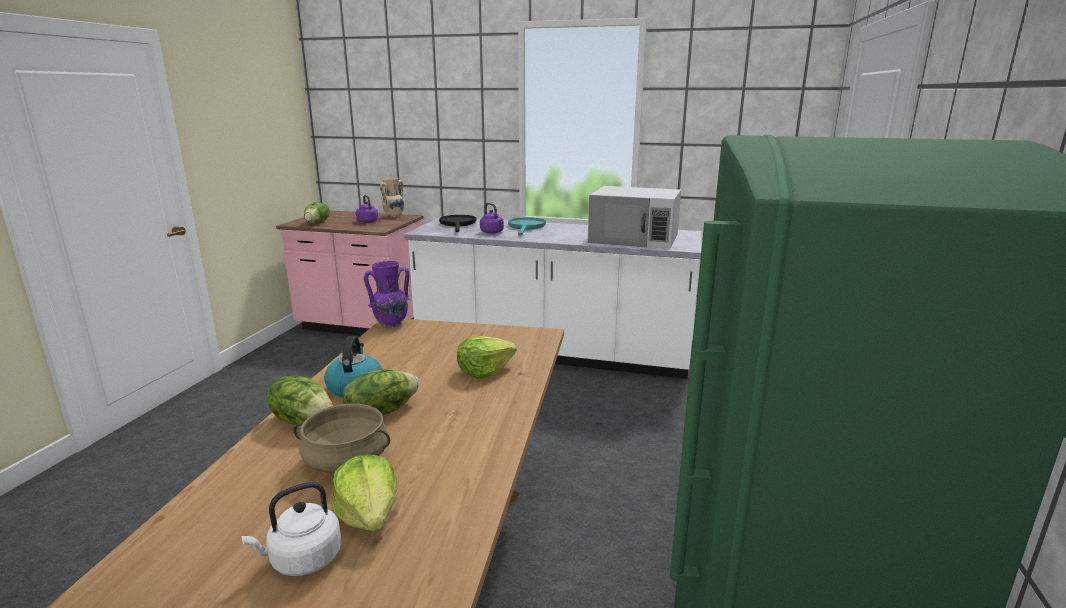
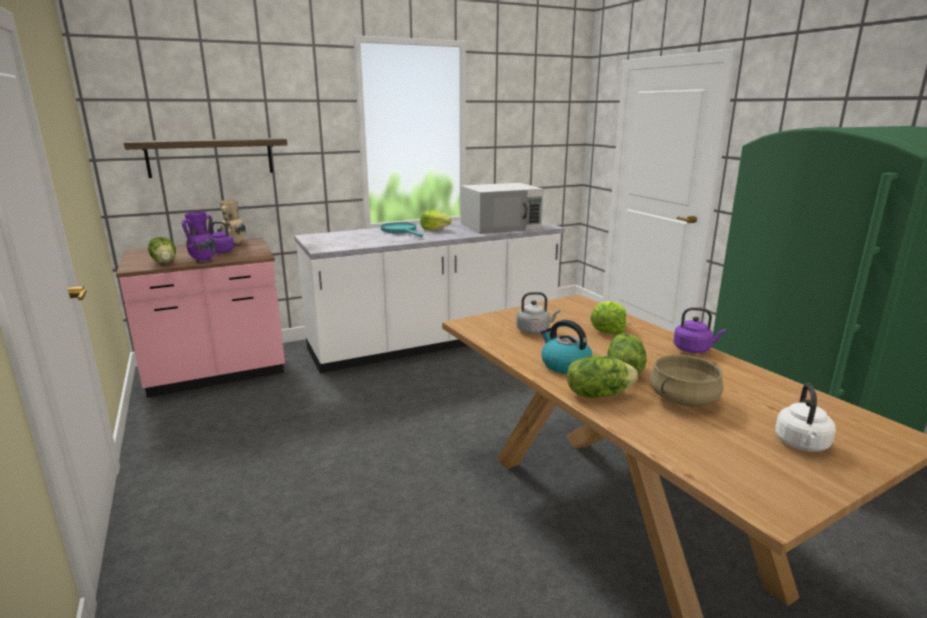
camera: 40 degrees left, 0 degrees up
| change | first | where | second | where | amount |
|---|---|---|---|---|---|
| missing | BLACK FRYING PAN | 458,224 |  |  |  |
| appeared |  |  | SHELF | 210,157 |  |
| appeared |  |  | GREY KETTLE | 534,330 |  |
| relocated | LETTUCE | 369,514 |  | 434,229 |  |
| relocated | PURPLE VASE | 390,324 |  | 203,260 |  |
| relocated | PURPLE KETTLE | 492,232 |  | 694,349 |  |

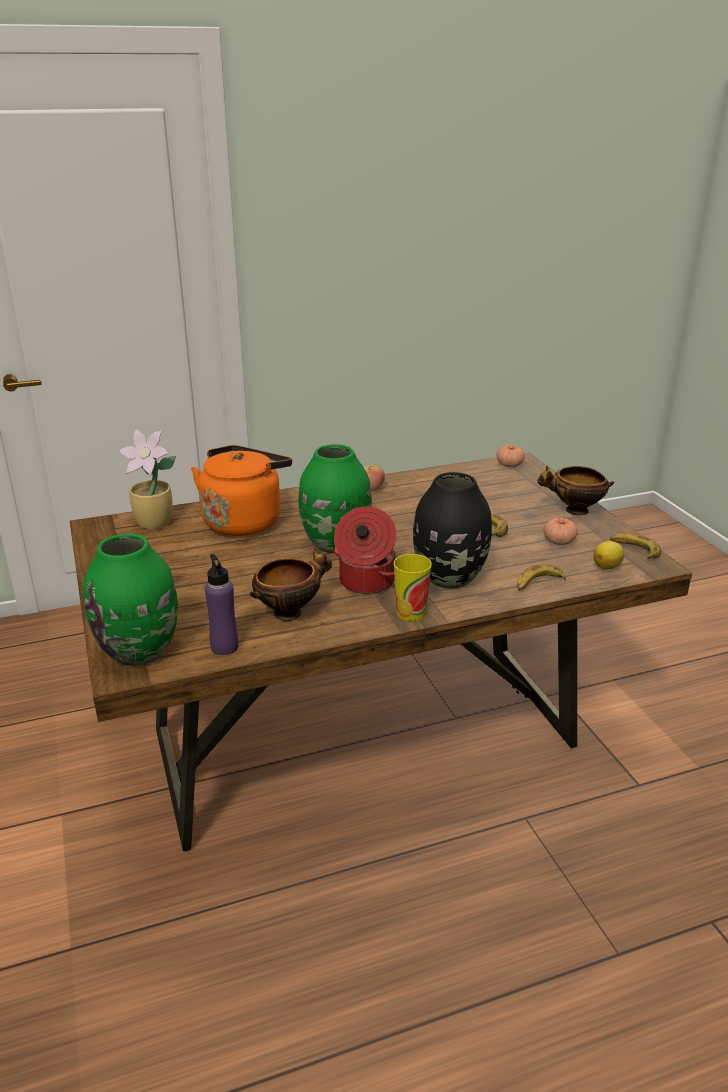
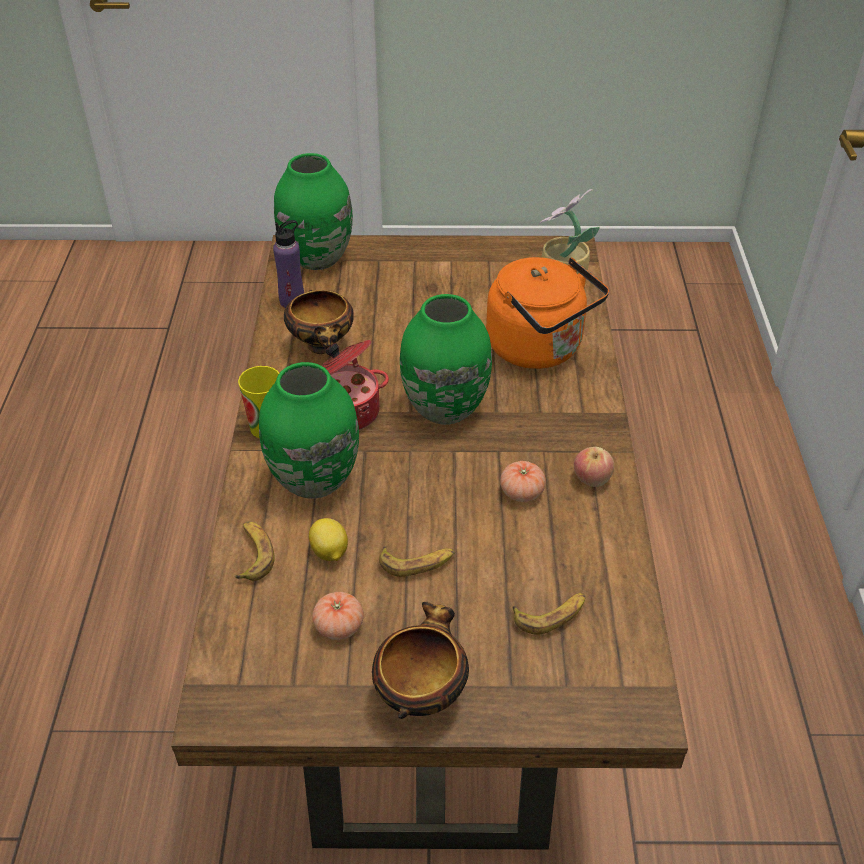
camera: 110 degrees right, 15 degrees up
| change | first | where | second | where | amount |
|---|---|---|---|---|---|
| relocated | TOMATO | 509,465 |  | 521,492 |  |
| relocated | LEMON | 607,566 |  | 329,552 |  |
| relocated | BANANA | 634,550 |  | 550,615 |  |
| colour | BLACK VASE | 450,578 | GREEN VASE | 313,480 |  |

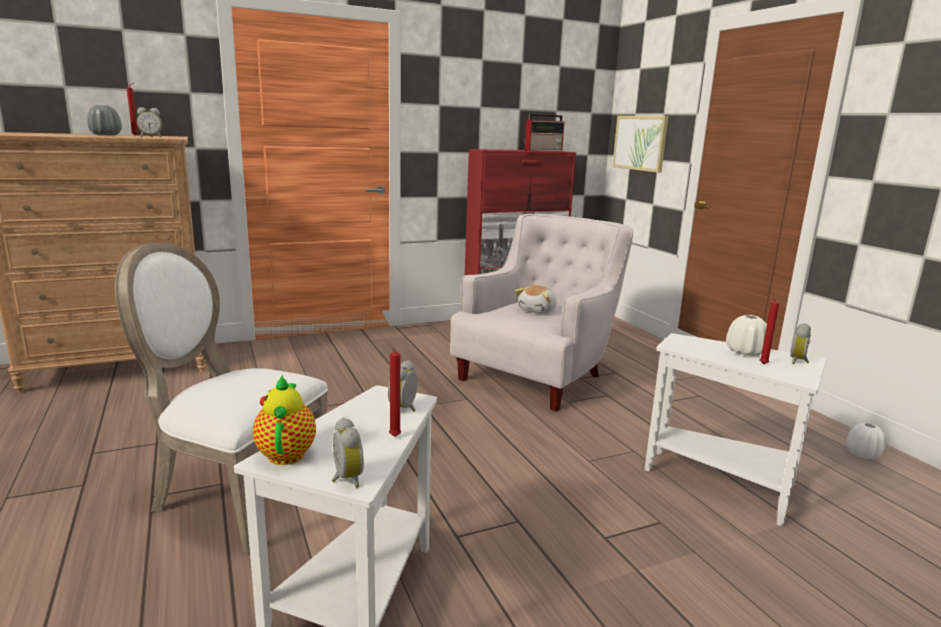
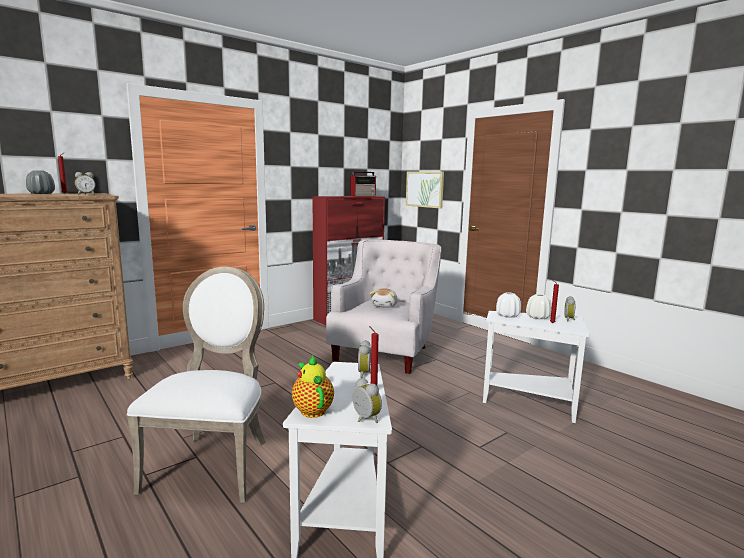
camera: 15 degrees left, 5 degrees down
| change | first | where | second | where | amount |
|---|---|---|---|---|---|
| relocated | WHITE VASE | 863,454 |  | 507,316 |  |
| spun | WHITE CHAIR | 236,495 |  | 213,463 | 90 degrees clockwise |

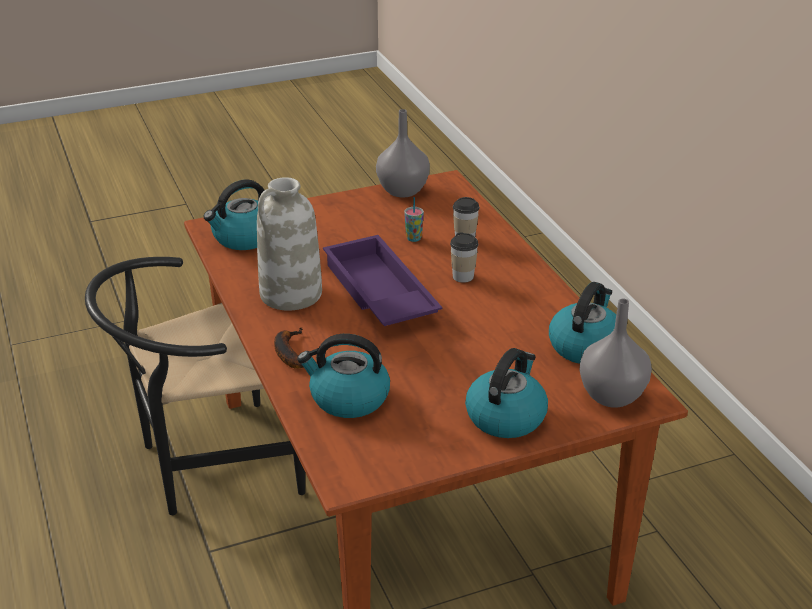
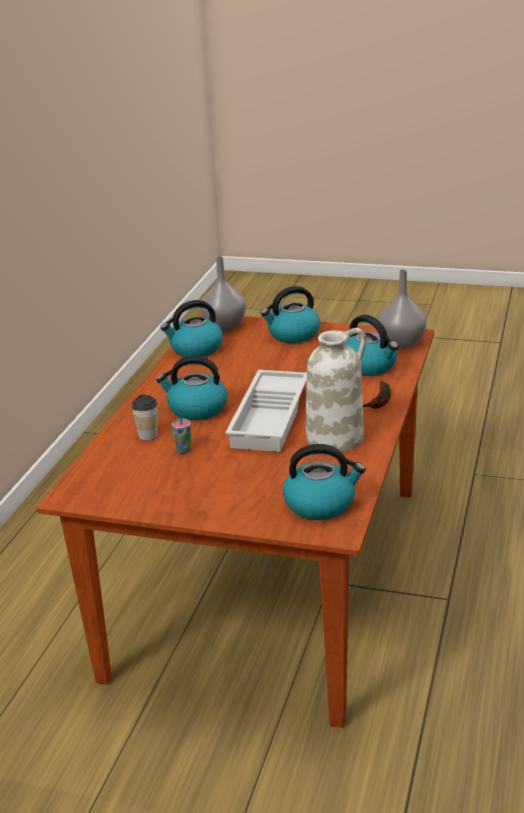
camera: 140 degrees left, 5 degrees down
| change | first | where | second | where | amount |
|---|---|---|---|---|---|
| missing | BLACK CHAIR | 207,465 |  |  |  |
| relocated | GREY VASE | 402,191 |  | 403,343 |  |
| exchanged | CUP | 463,276 | KETTLE | 196,409 |  |
| colour | PURPLE TRAY | 377,293 | WHITE TRAY | 271,418 |  |

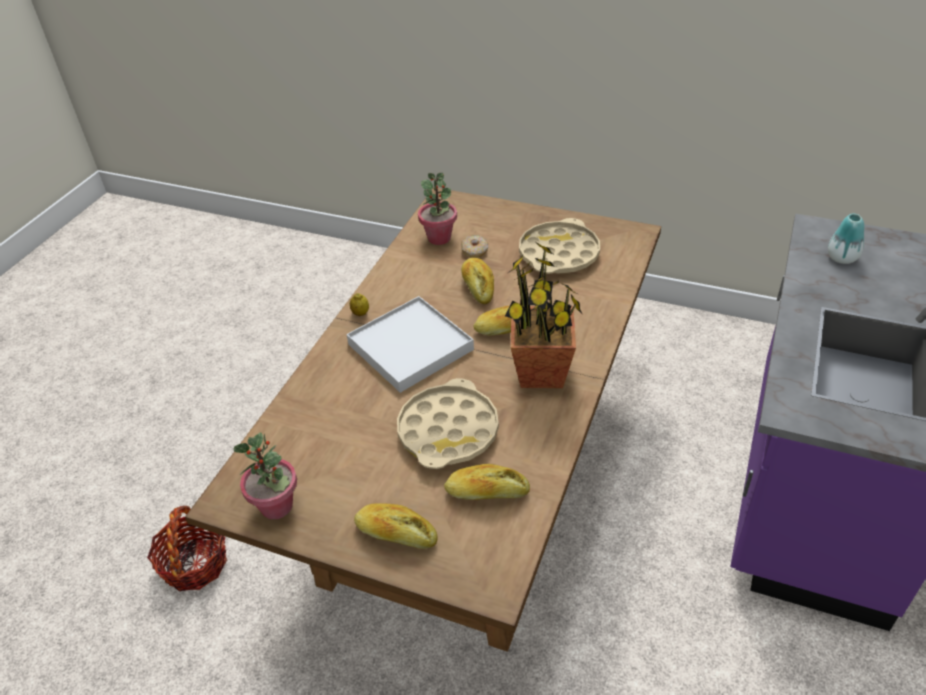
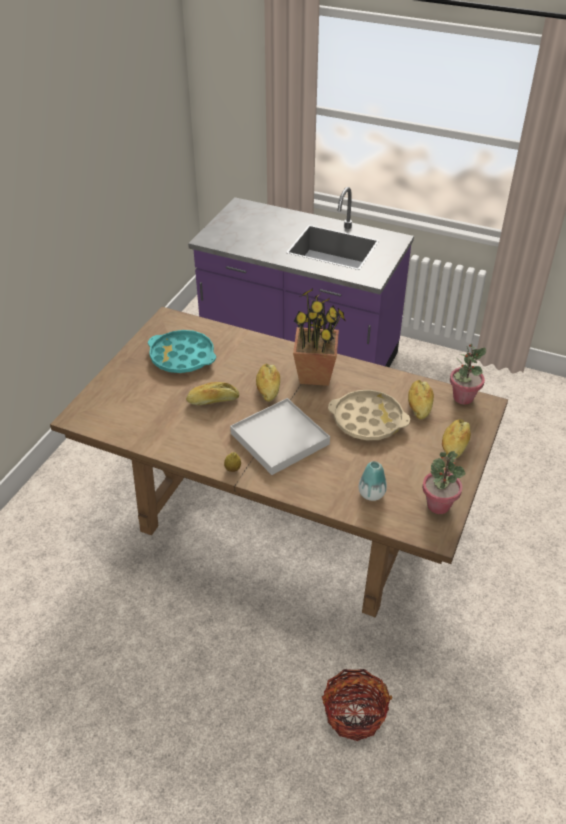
camera: 90 degrees left, 0 degrees up
| change | first | where | second | where | amount |
|---|---|---|---|---|---|
| missing | DONUT | 475,251 |  |  |  |
| relocated | POTTED PLANT | 439,238 |  | 463,397 |  |
| relocated | VASE | 842,258 |  | 371,494 |  |
| colour | BEIGE TRAY | 558,254 | TURQUOISE TRAY | 182,357 |  |

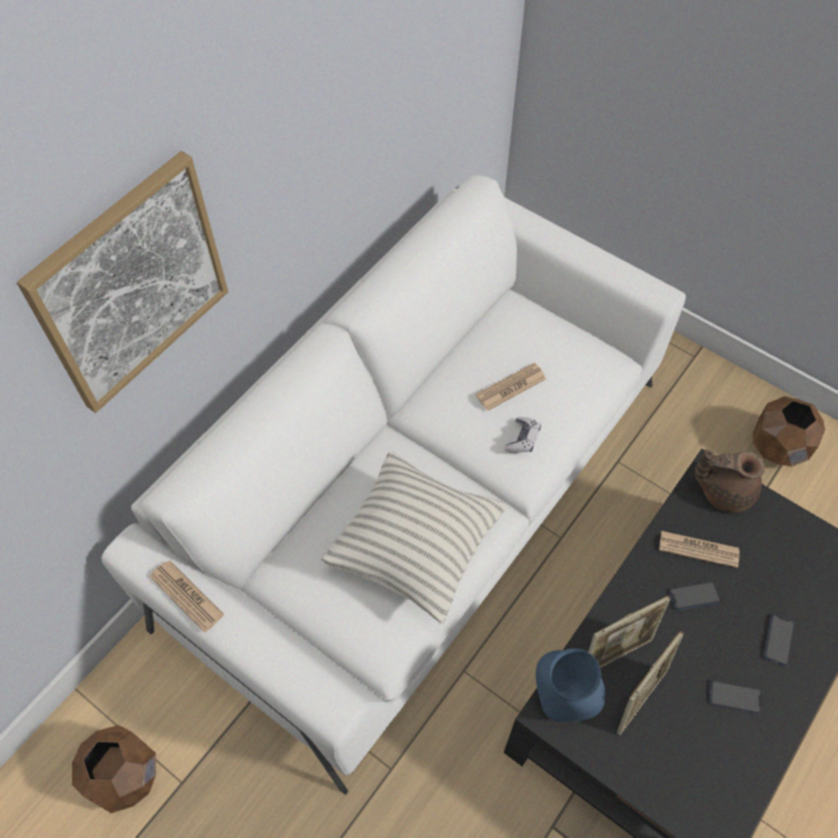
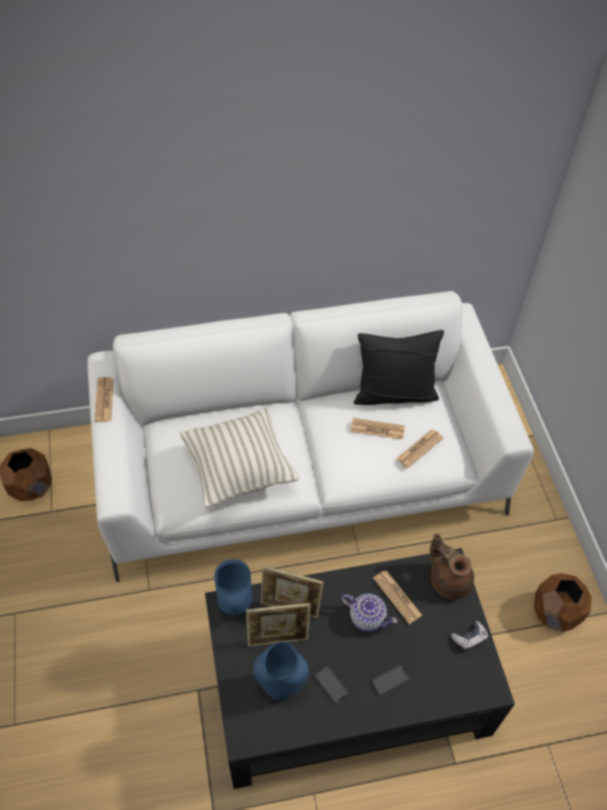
camera: 40 degrees right, 5 degrees down
| change | first | where | second | where | amount |
|---|---|---|---|---|---|
| missing | PICTURE | 131,284 |  |  |  |
| appeared |  |  | BLUE VASE | 281,685 |  |
| appeared |  |  | BLACK PILLOW | 394,393 |  |
| appeared |  |  | NEWSPAPER | 419,448 |  |
| relocated | GAME CONTROLLER | 522,439 |  | 469,638 |  |
| exchanged | PHONE | 694,596 | TEAPOT | 367,617 |  |

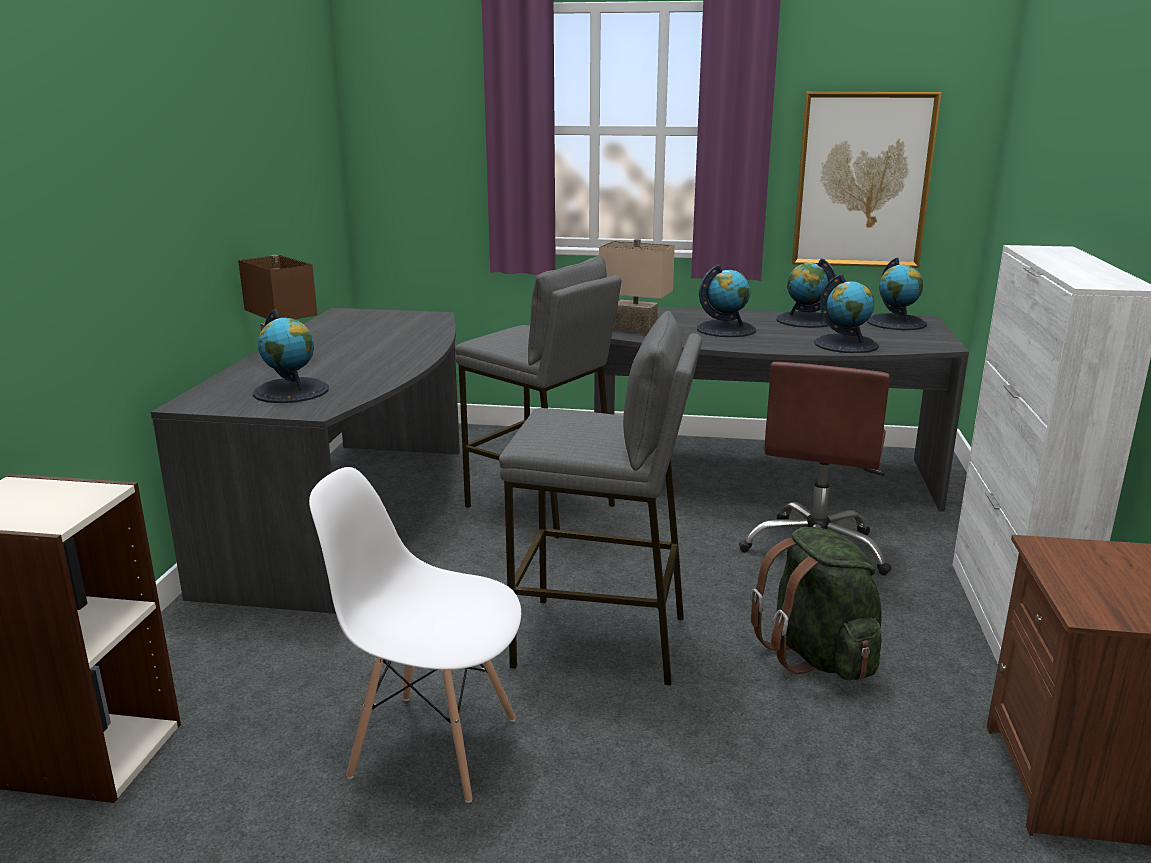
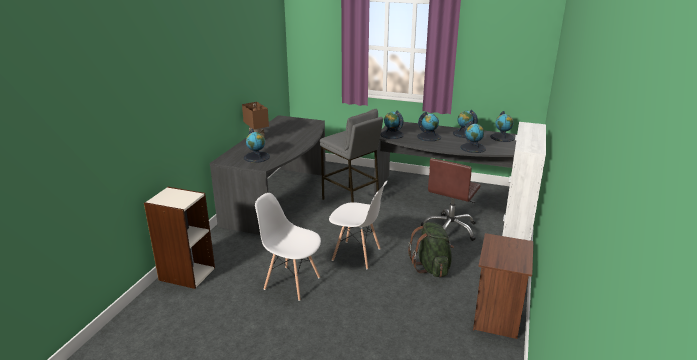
camera: 10 degrees right, 5 degrees up
| change | first | where | second | where | amount |
|---|---|---|---|---|---|
| missing | PICTURE | 862,180 |  |  |  |
| exchanged | GREY STOOL | 601,641 | WHITE CHAIR | 357,255 |  |
| exchanged | BEIGE TABLE LAMP | 633,330 | GLOBE | 391,134 |  |

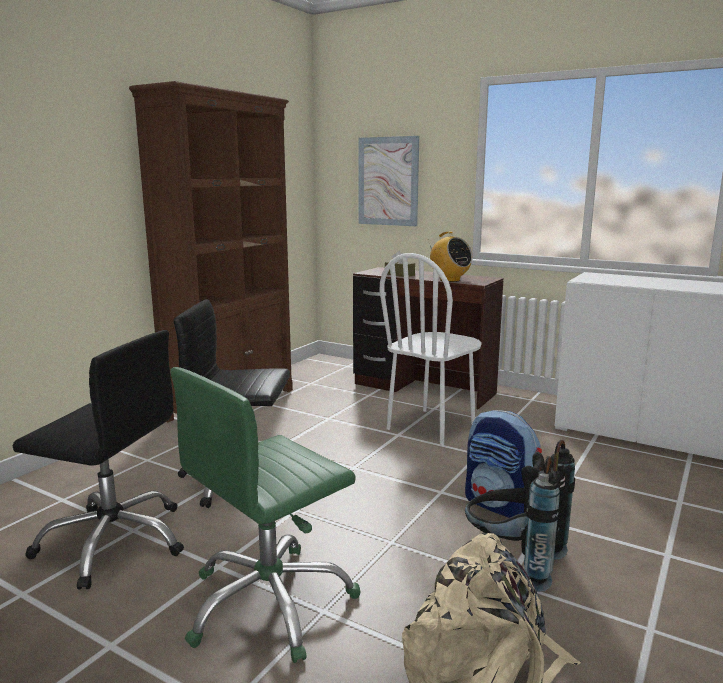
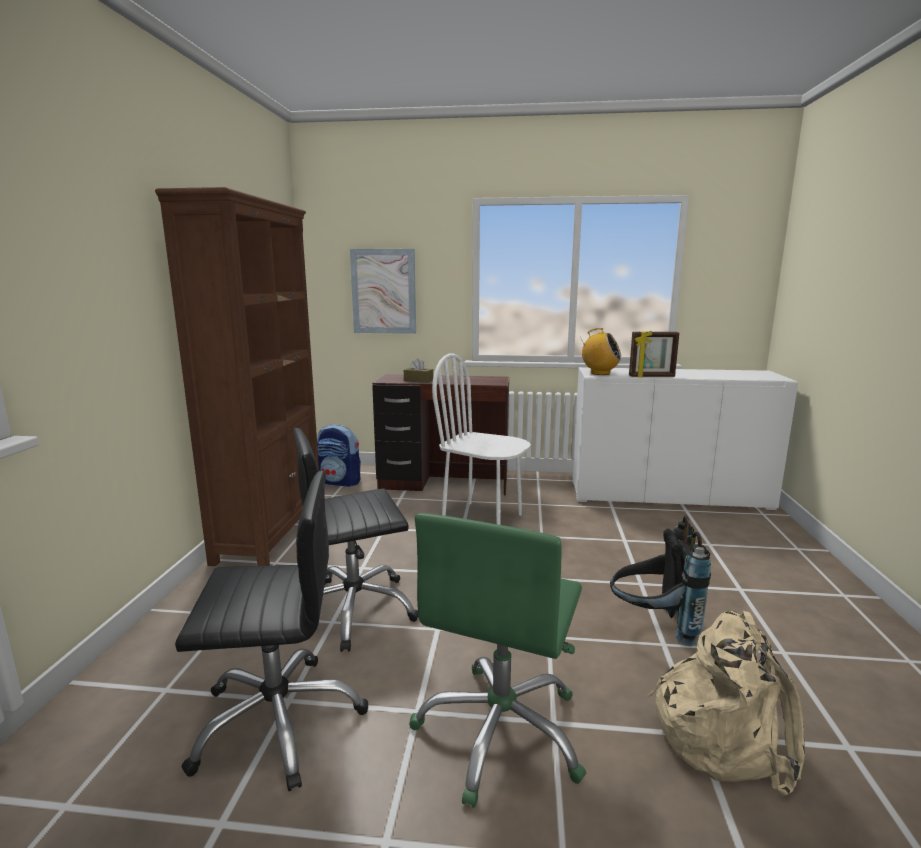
camera: 25 degrees left, 0 degrees up
| change | first | where | second | where | amount |
|---|---|---|---|---|---|
| appeared |  |  | PICTURE FRAME | 651,376 |  |
| relocated | RADIO | 449,280 |  | 600,373 |  |
| relocated | BACKPACK | 500,505 |  | 340,482 |  |
| spun | WHITE CHAIR | 431,427 |  | 482,518 | 105 degrees clockwise |

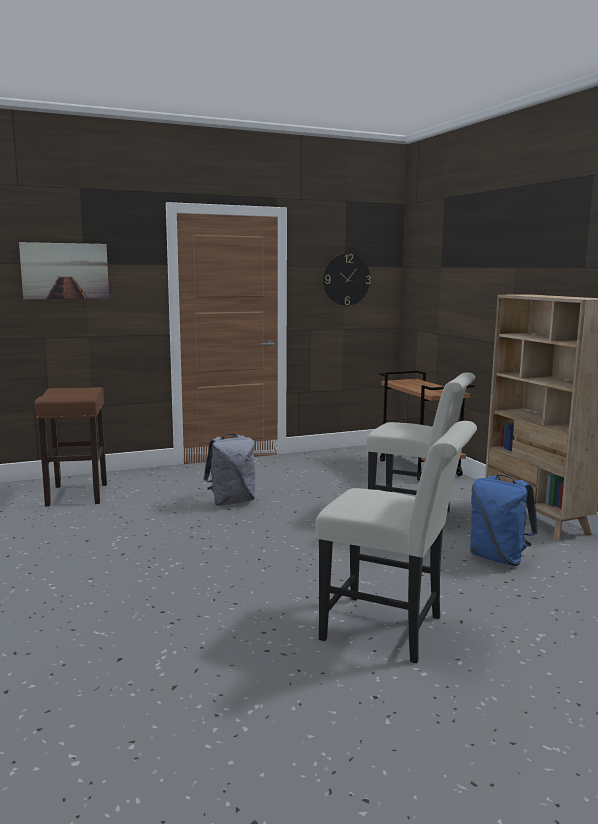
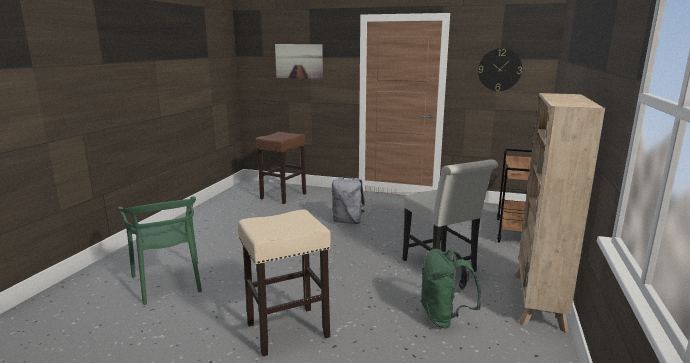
camera: 40 degrees right, 5 degrees up
| change | first | where | second | where | amount |
|---|---|---|---|---|---|
| appeared |  |  | GREEN CHAIR | 169,282 |  |
| exchanged | WHITE CHAIR | 391,630 | BEIGE STOOL | 287,331 |  |
| colour | BLUE BACKPACK | 498,558 | GREEN BACKPACK | 444,318 |  |

